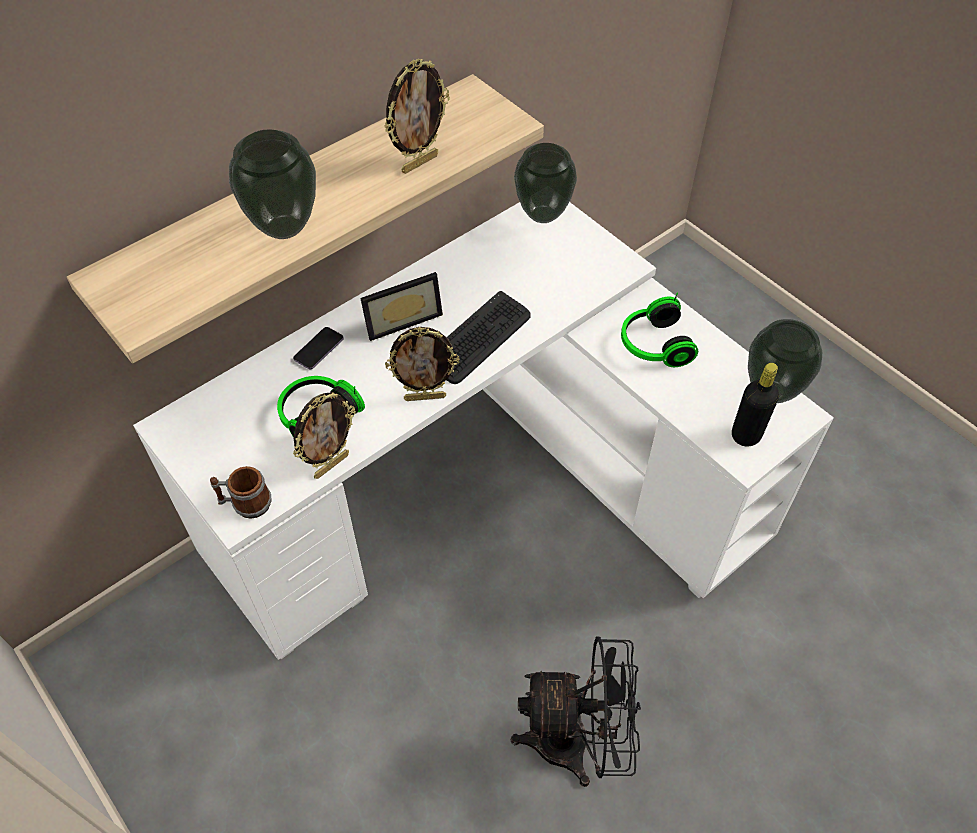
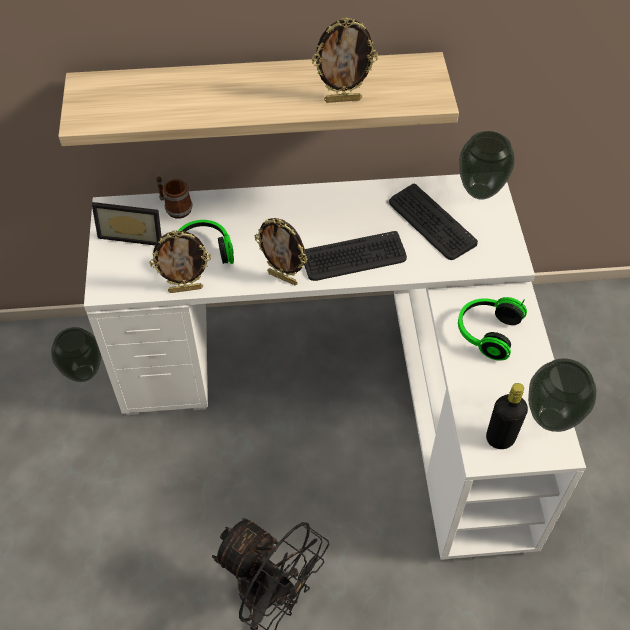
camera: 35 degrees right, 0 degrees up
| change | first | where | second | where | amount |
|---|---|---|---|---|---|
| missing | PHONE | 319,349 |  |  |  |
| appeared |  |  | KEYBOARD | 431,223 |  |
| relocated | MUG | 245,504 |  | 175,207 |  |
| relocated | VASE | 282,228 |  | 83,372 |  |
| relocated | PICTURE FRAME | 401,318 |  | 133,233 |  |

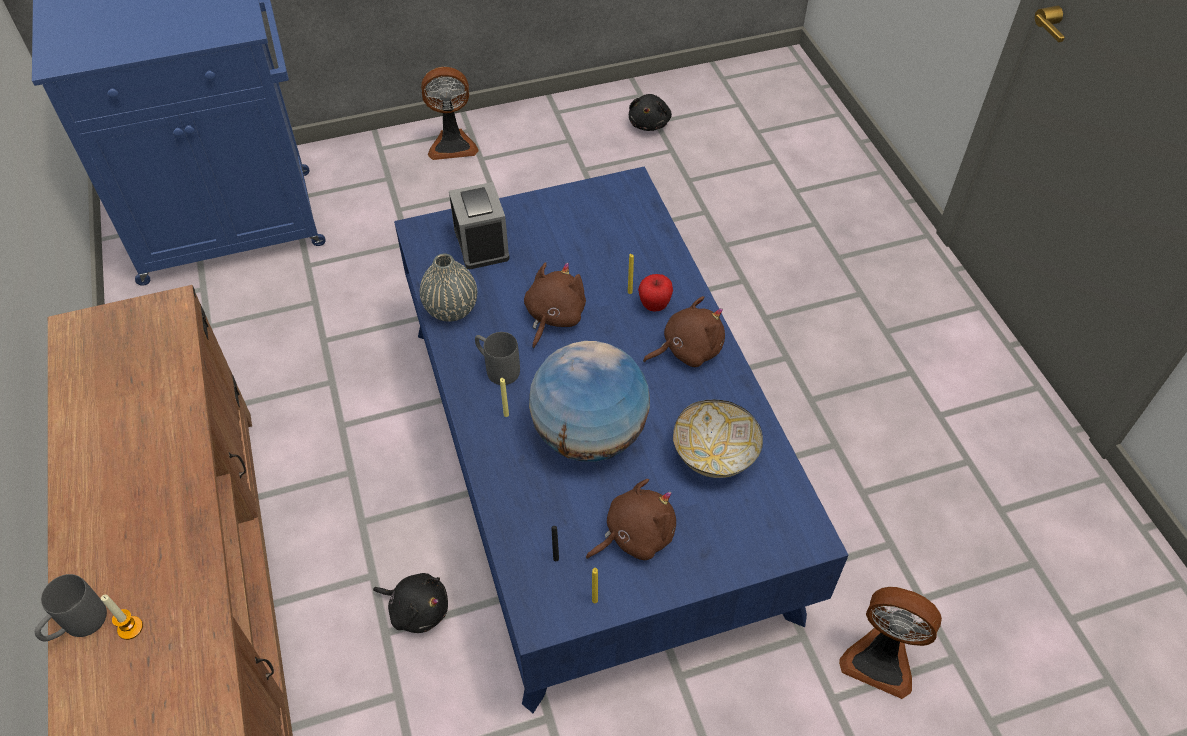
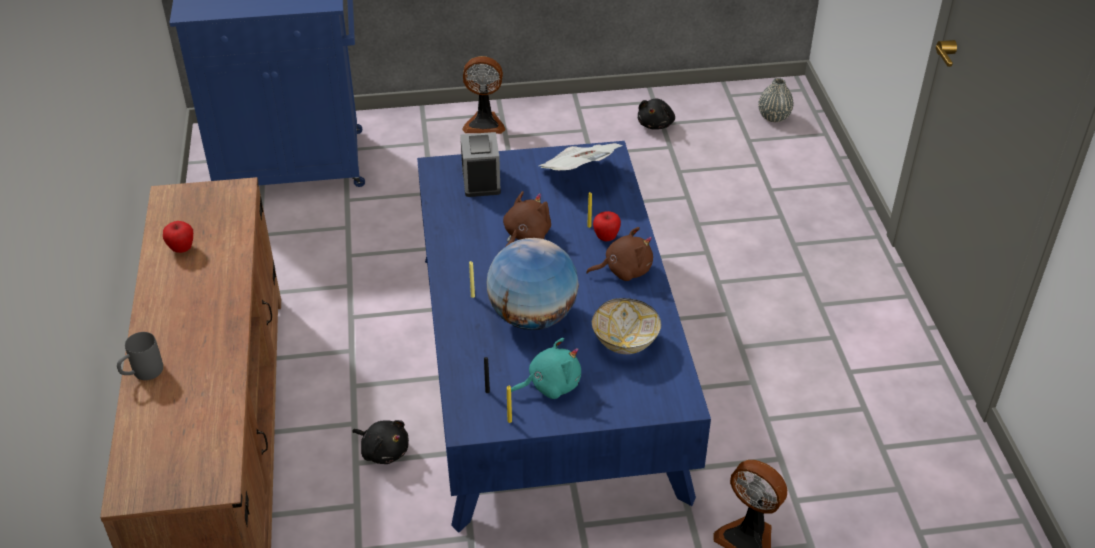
camera: 10 degrees right, 10 degrees down
| change | first | where | second | where | amount |
|---|---|---|---|---|---|
| missing | CANDLE | 130,628 |  |  |  |
| missing | GREY MUG | 497,368 |  |  |  |
| appeared |  |  | APPLE | 182,249 |  |
| appeared |  |  | NEWSPAPER | 579,173 |  |
| relocated | GREY VASE | 451,309 |  | 773,117 |  |
| colour | BROWN PLUSH TOY | 635,535 | TURQUOISE PLUSH TOY | 550,385 |  |

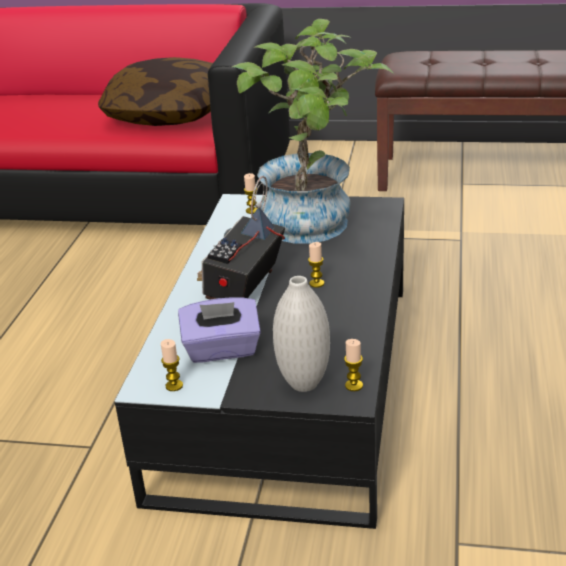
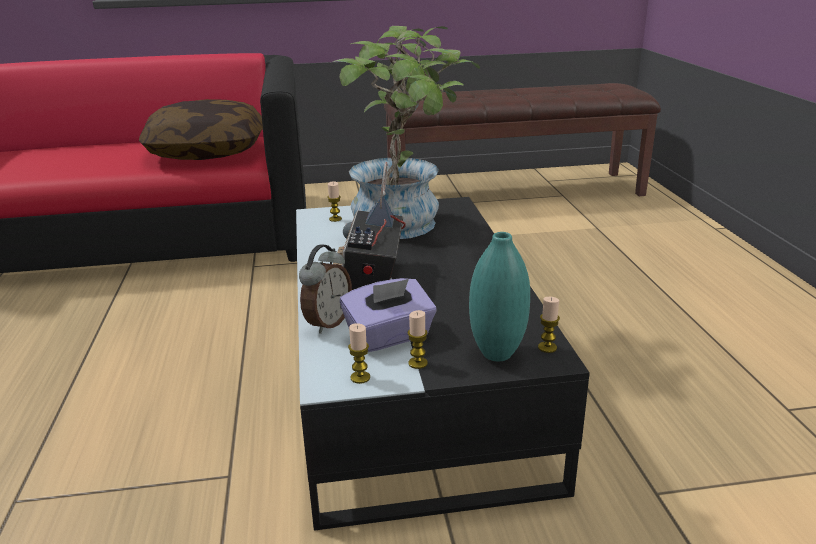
camera: 20 degrees left, 5 degrees down
| change | first | where | second | where | amount |
|---|---|---|---|---|---|
| appeared |  |  | ALARM CLOCK | 327,323 |  |
| relocated | CANDLE | 316,283 |  | 418,363 |  |
| colour | WHITE VASE | 304,384 | TURQUOISE VASE | 497,354 |  |

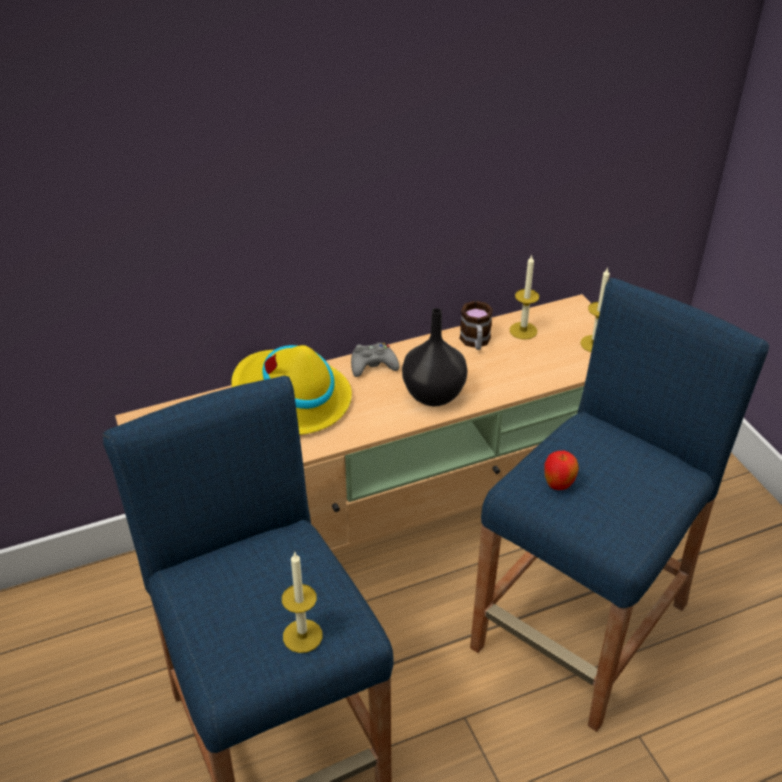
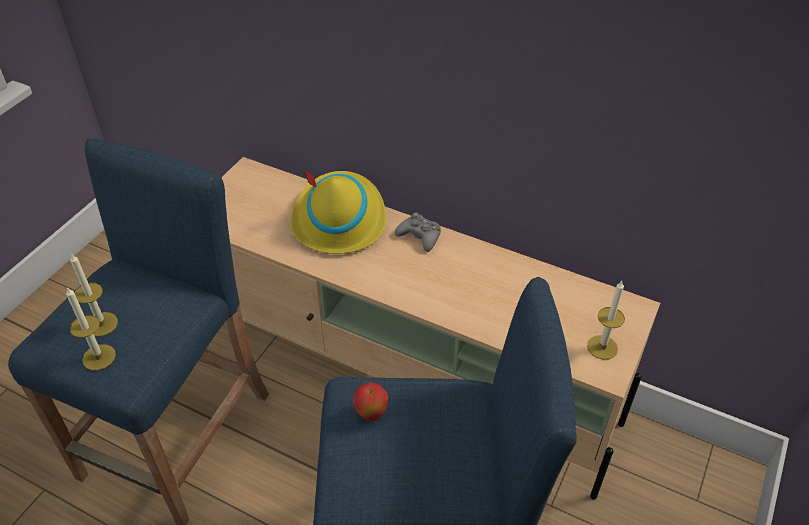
camera: 50 degrees right, 5 degrees up
| change | first | where | second | where | amount |
|---|---|---|---|---|---|
| missing | BLACK VASE | 432,394 |  |  |  |
| missing | MUG | 475,342 |  |  |  |
| relocated | CANDLE | 523,330 |  | 101,324 |  |

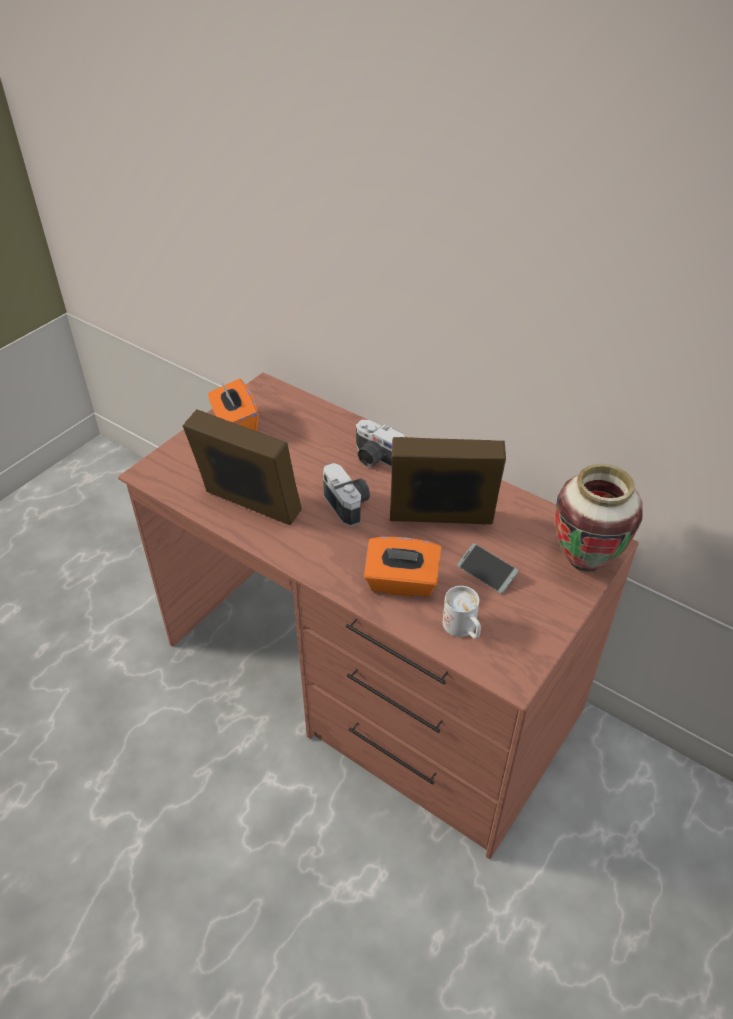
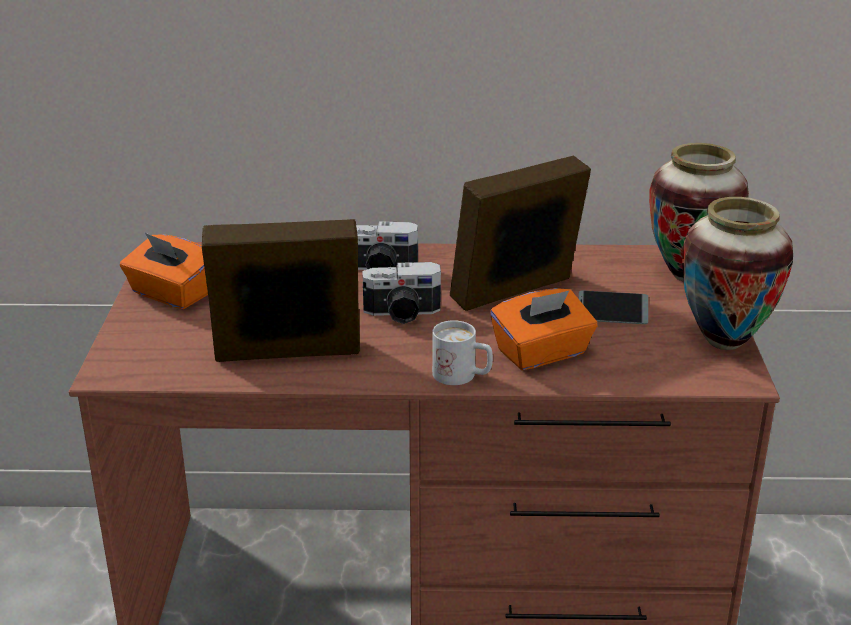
camera: 35 degrees left, 15 degrees down
| change | first | where | second | where | amount |
|---|---|---|---|---|---|
| appeared |  |  | VASE | 723,341 |  |
| relocated | WHITE MUG | 463,629 |  | 462,376 |  |
| spun | PHOTO CAMERA | 349,504 |  | 402,314 | 150 degrees clockwise |

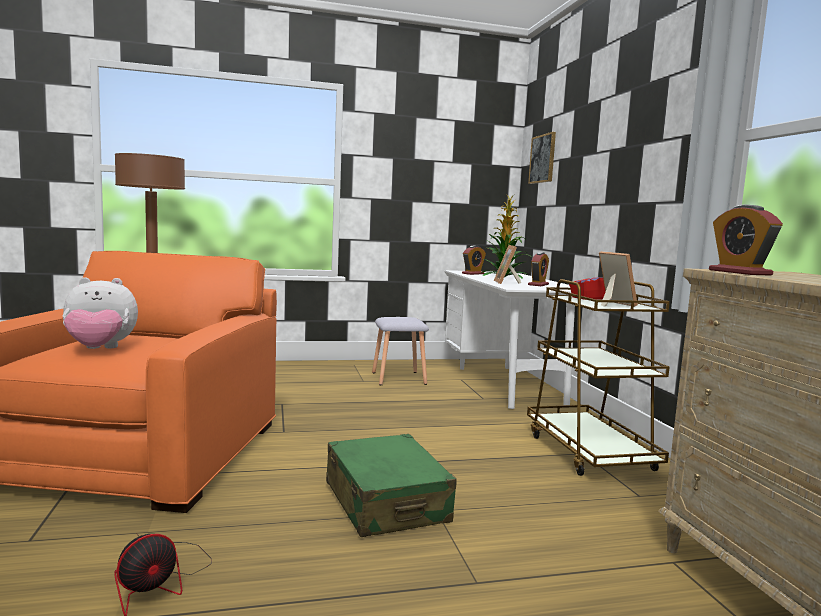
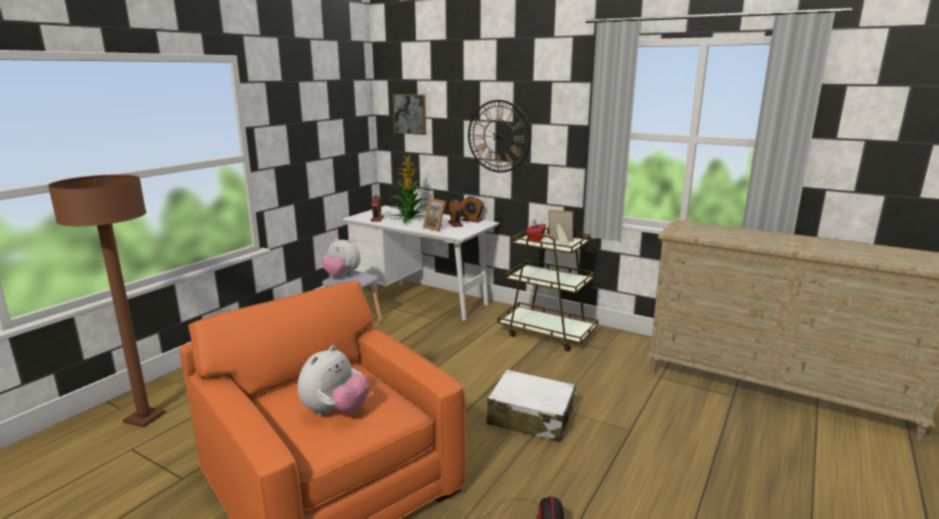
camera: 45 degrees left, 10 degrees up
| change | first | where | second | where | amount |
|---|---|---|---|---|---|
| appeared |  |  | PLUSH TOY | 342,275 |  |
| appeared |  |  | WALL CLOCK | 498,136 |  |
| relocated | ALARM CLOCK | 739,272 |  | 471,220 |  |
| colour | GREEN SUITCASE | 386,503 | WHITE SUITCASE | 530,417 |  |

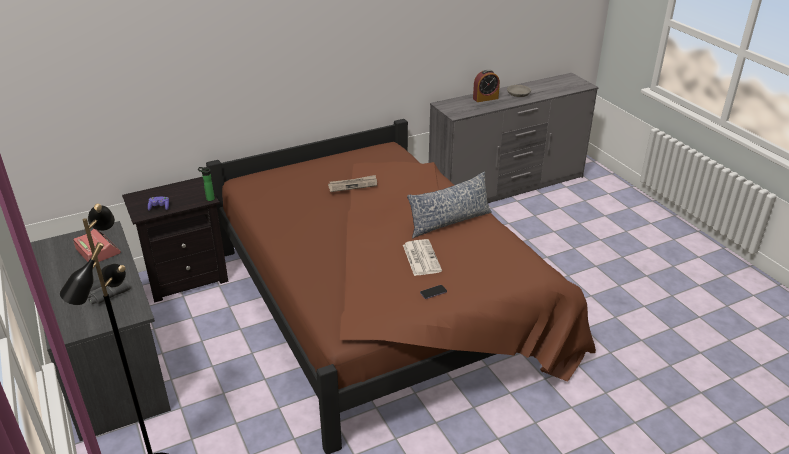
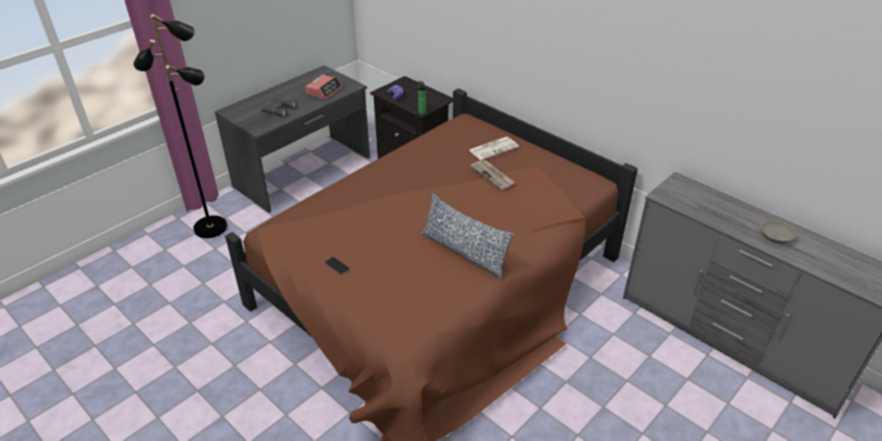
camera: 70 degrees right, 5 degrees up
| change | first | where | second | where | amount |
|---|---|---|---|---|---|
| missing | ALARM CLOCK | 485,98 |  |  |  |
| relocated | NEWSPAPER | 421,257 |  | 494,148 |  |

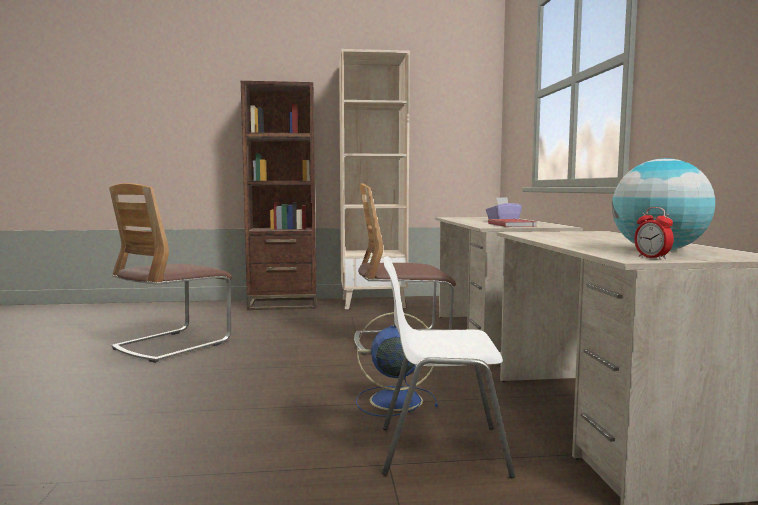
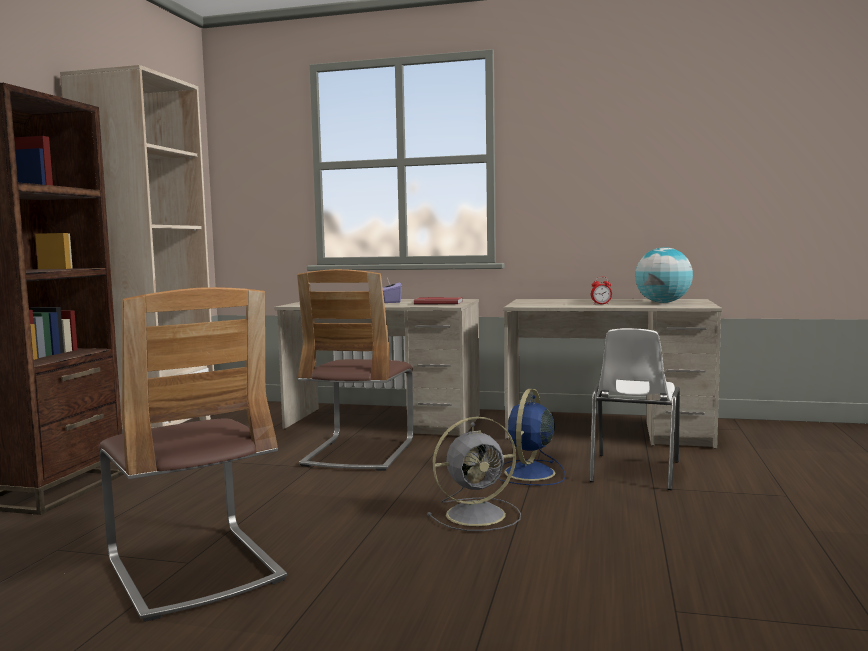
camera: 70 degrees left, 0 degrees up
| change | first | where | second | where | amount |
|---|---|---|---|---|---|
| appeared |  |  | GREY FAN | 478,514 |  |
| relocated | ALARM CLOCK | 652,258 |  | 601,304 |  |

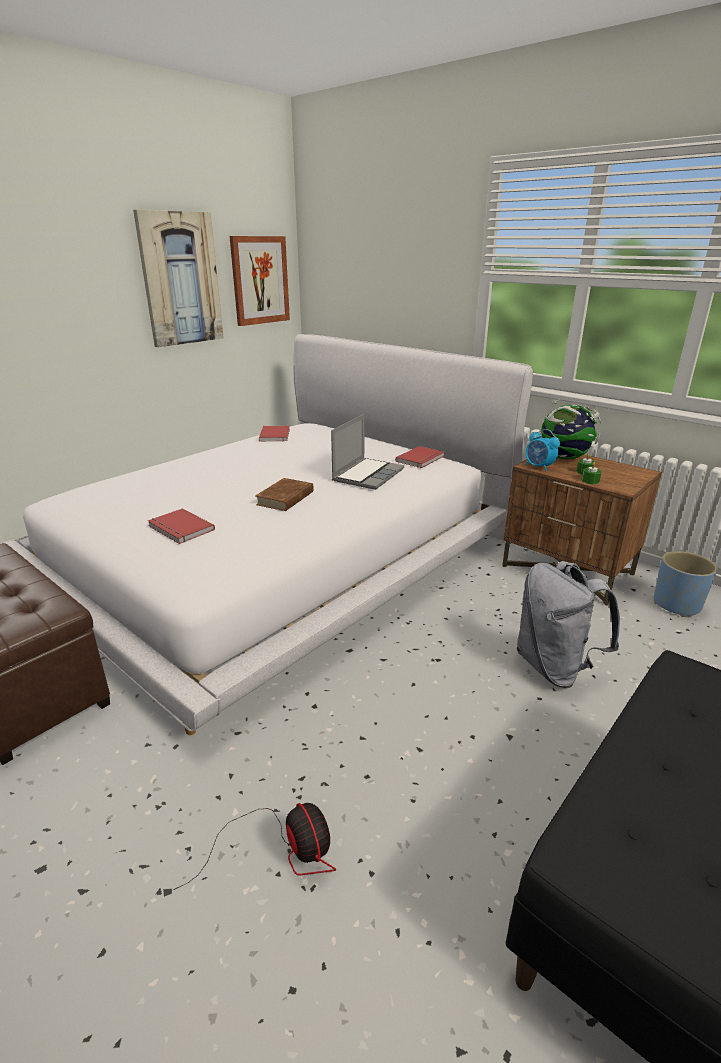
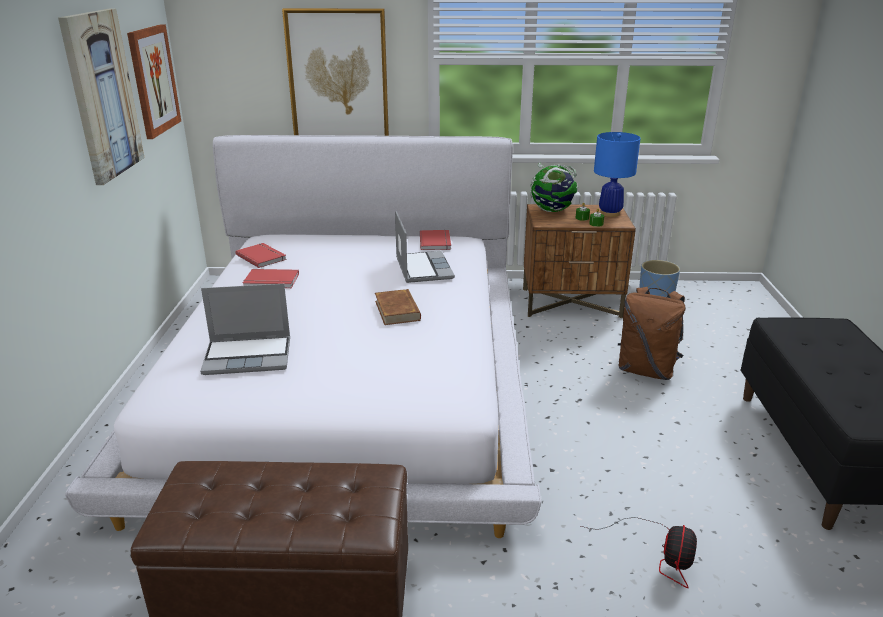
camera: 40 degrees left, 0 degrees up
| change | first | where | second | where | amount |
|---|---|---|---|---|---|
| missing | ALARM CLOCK | 539,467 |  |  |  |
| appeared |  |  | LAPTOP | 249,356 |  |
| appeared |  |  | PICTURE | 338,78 |  |
| appeared |  |  | BLUE TABLE LAMP | 609,213 |  |
| relocated | RED BOOK | 179,529 |  | 271,281 |  |
| colour | GREY BACKPACK | 554,667 | BROWN BACKPACK | 646,370 |  |
| spun | FAN | 282,850 |  | 659,554 | 90 degrees clockwise |

